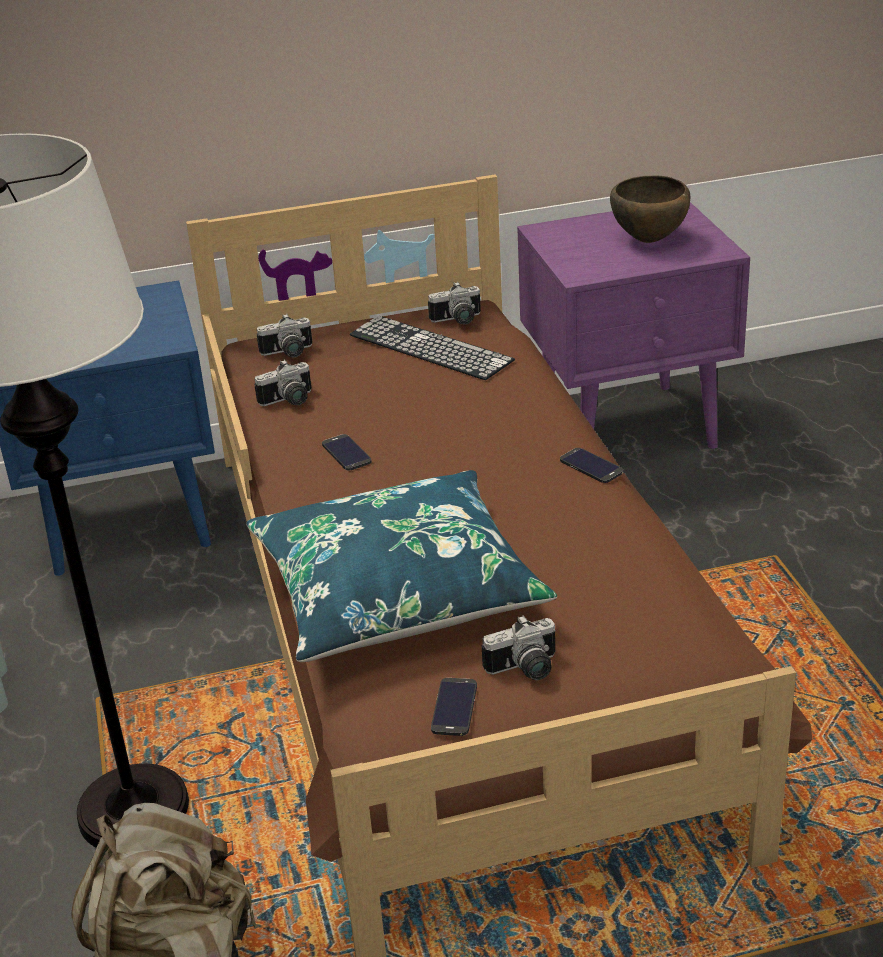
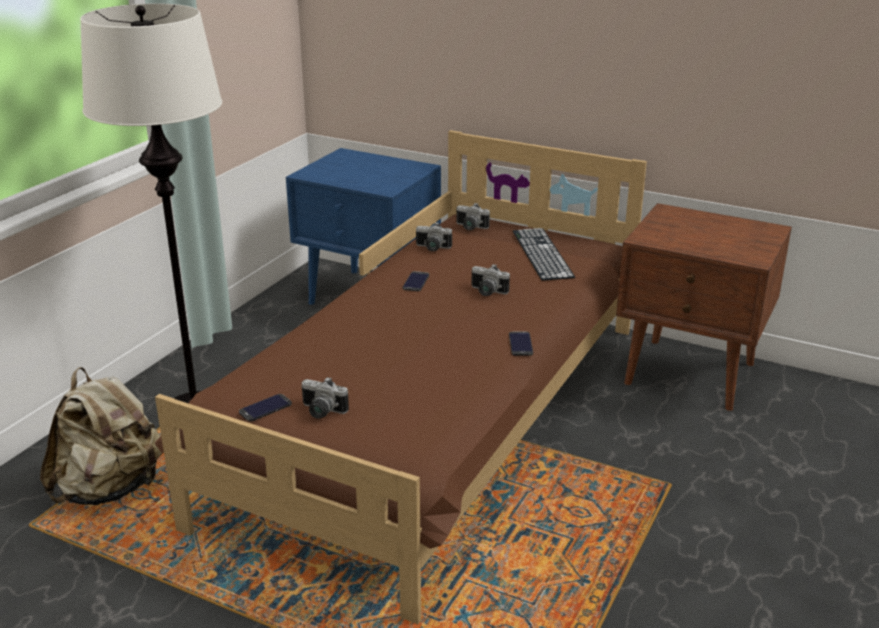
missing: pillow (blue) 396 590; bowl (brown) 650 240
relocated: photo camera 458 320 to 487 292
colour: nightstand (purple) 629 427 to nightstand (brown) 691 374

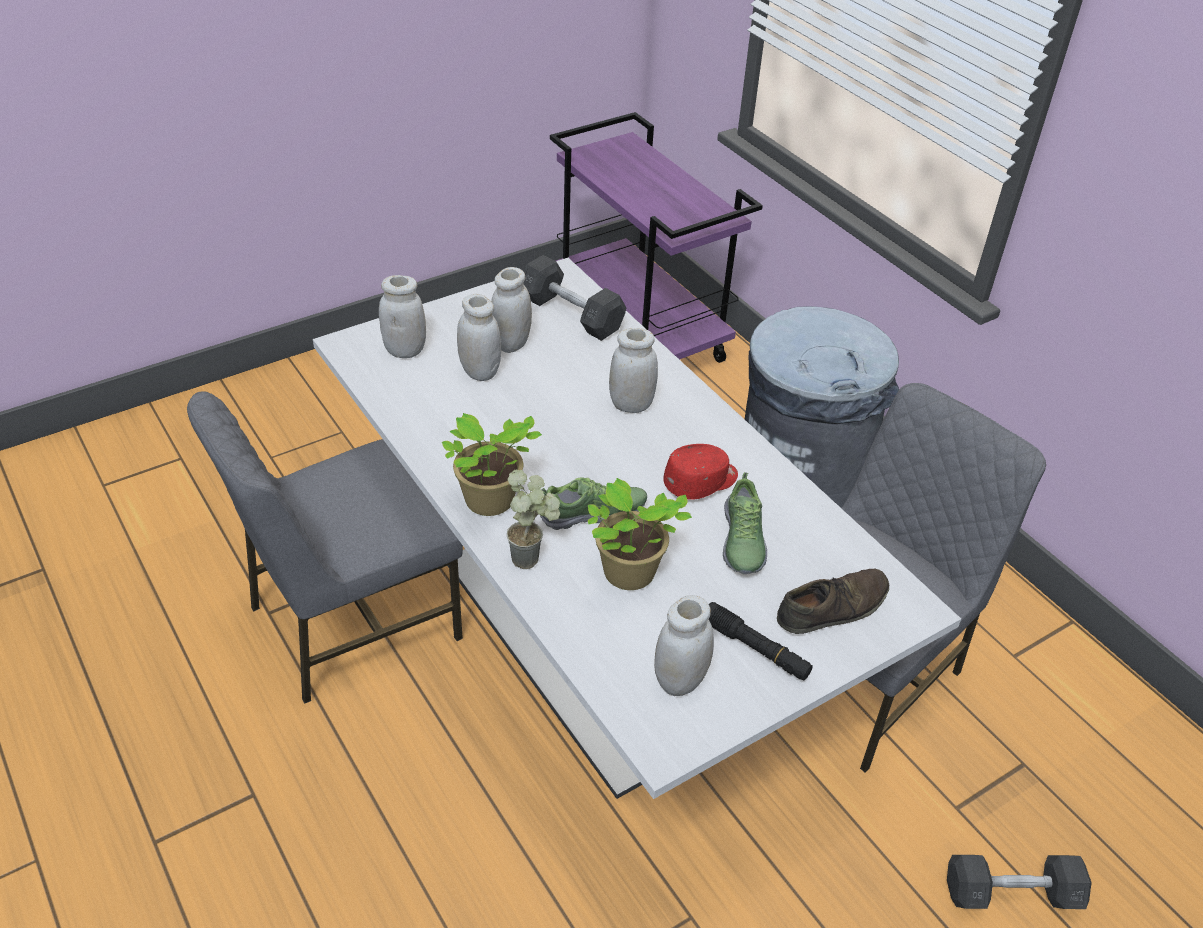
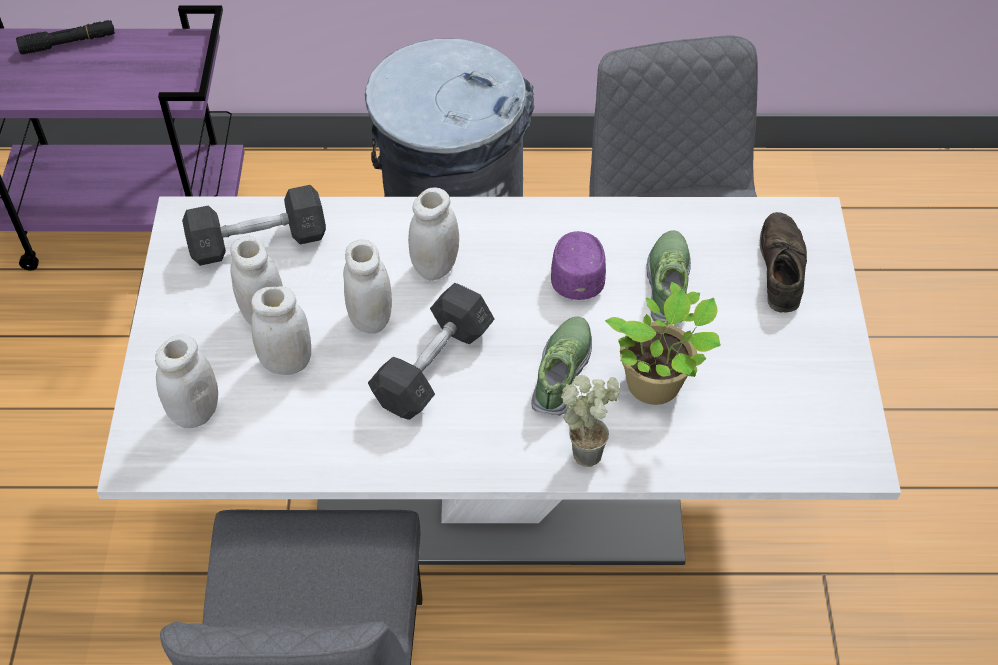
missing: potted plant 489 503
relocated: jar (white) 680 680 to 370 318; flashlight (black) 755 649 to 68 43; dumbbell (grey) 1011 893 to 433 366
colour: cap (red) 701 482 to cap (purple) 577 272
spun: shoe 741 541 = 669 284 120 degrees counterclockwise

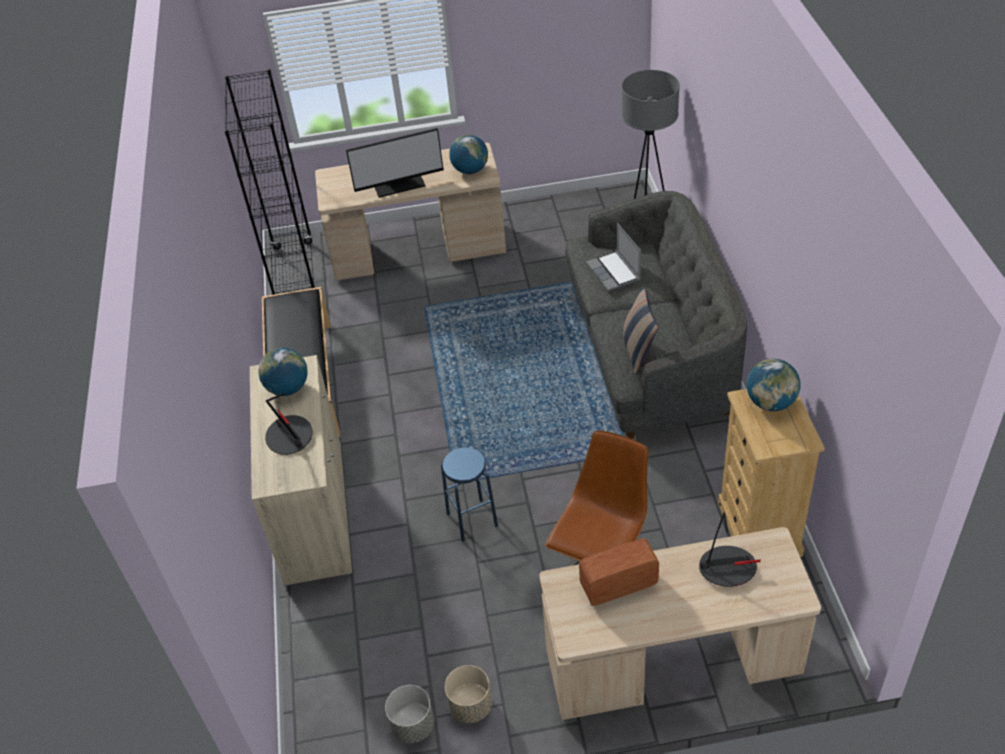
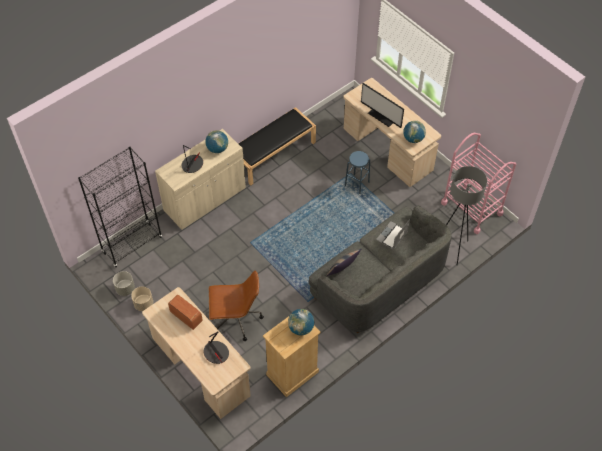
appeared: cart (pink) 471 208
relocated: bookcase (black) 294 274 to 132 245; stool (blue) 472 520 to 356 184

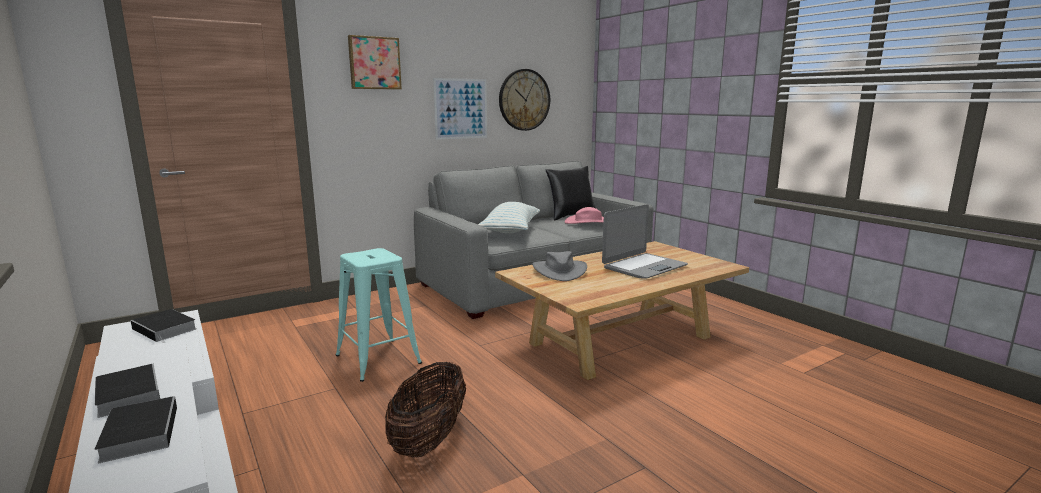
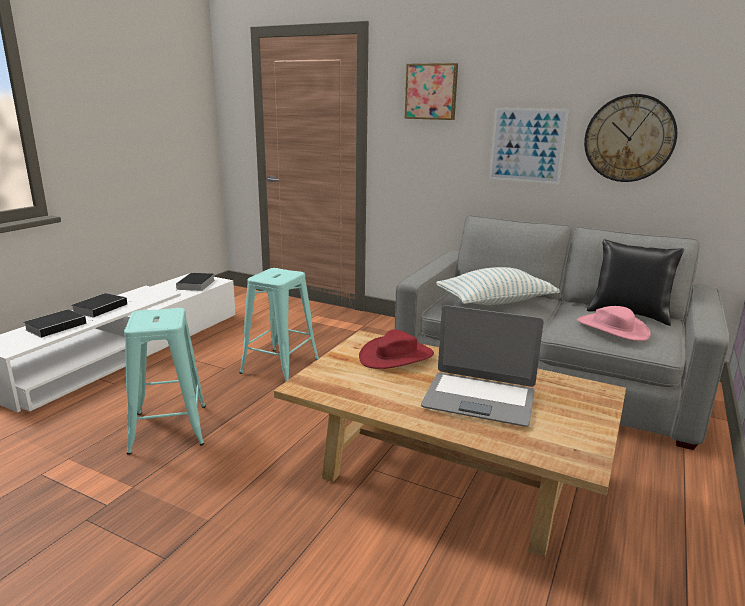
exchanged: basket 429 439 to stool (turquoise) 169 428
colour: hat (grey) 559 271 to hat (red) 396 356

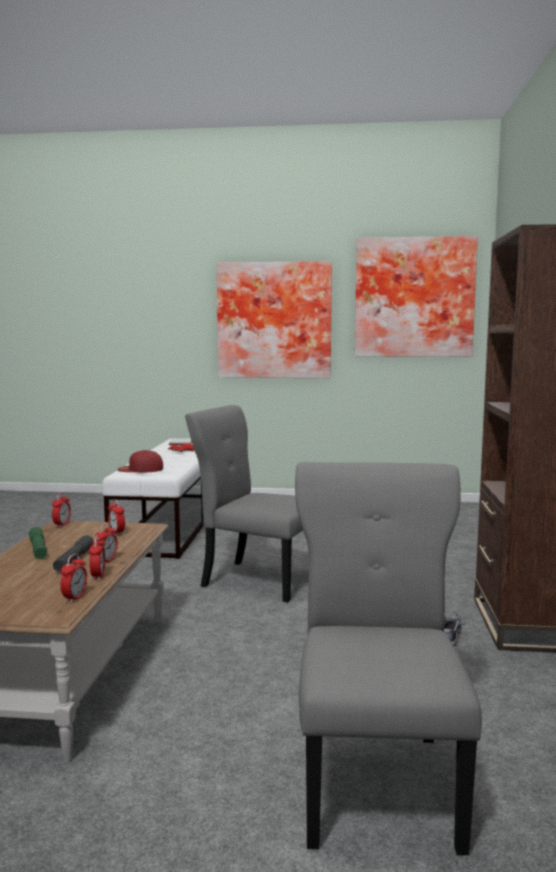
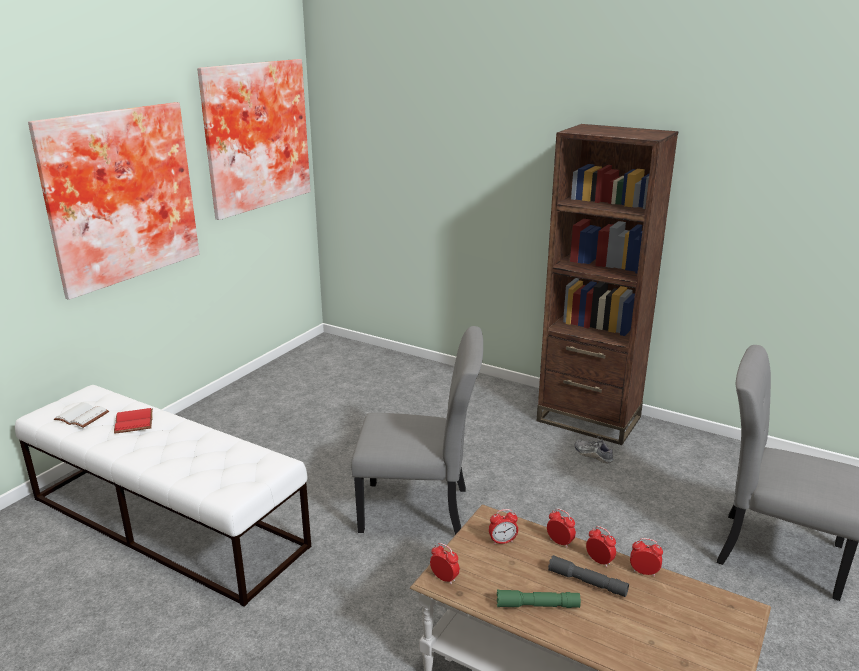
missing: cap (red) 140 469
relocated: alarm clock 75 598 to 559 542
spun: chair (grey) 256 580 = 419 510 135 degrees counterclockwise

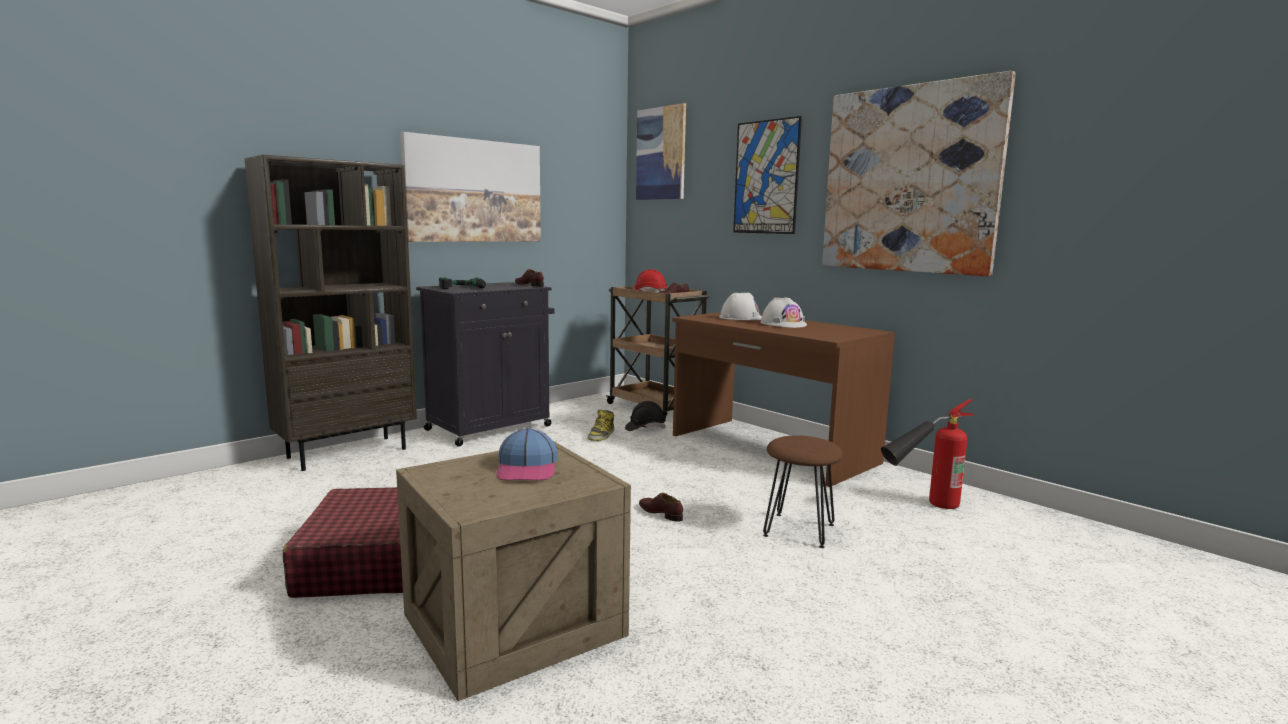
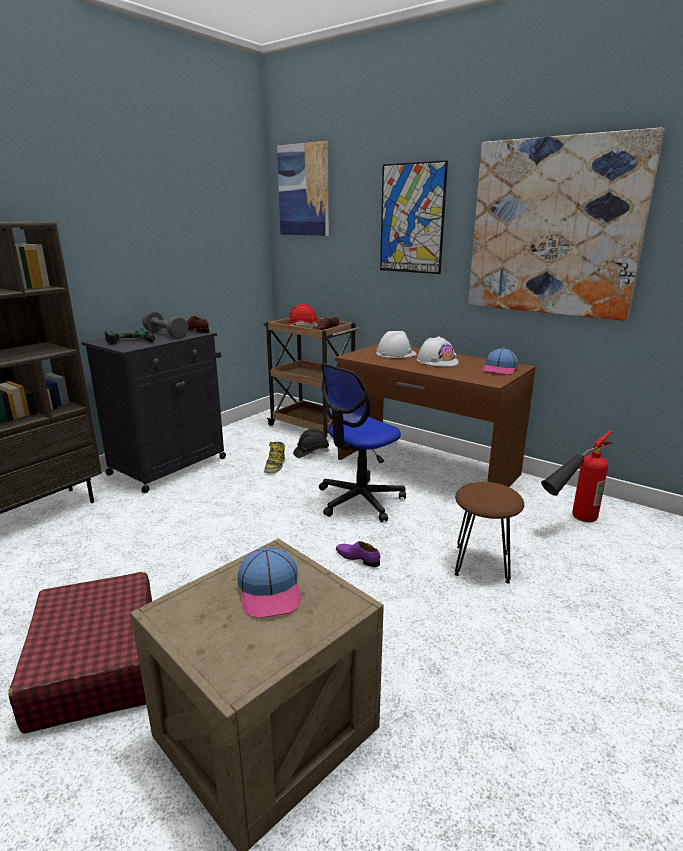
missing: picture 474 191
appeared: dumbbell (grey) 166 334; office chair 359 500; cap 499 369
colour: shoe (brown) 660 513 to shoe (purple) 357 558

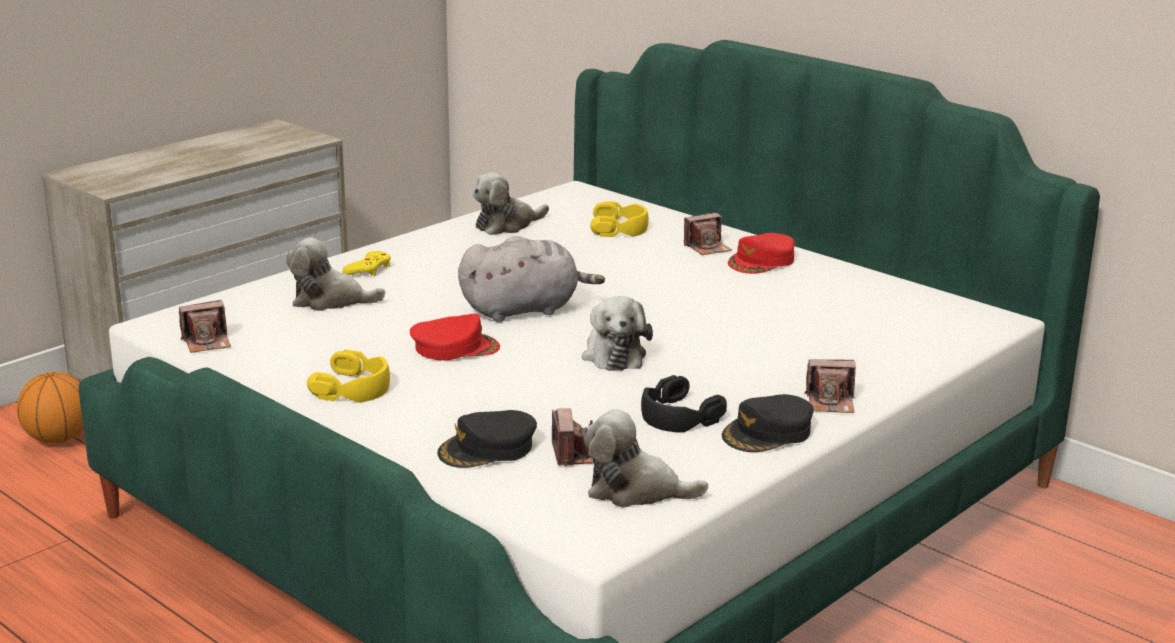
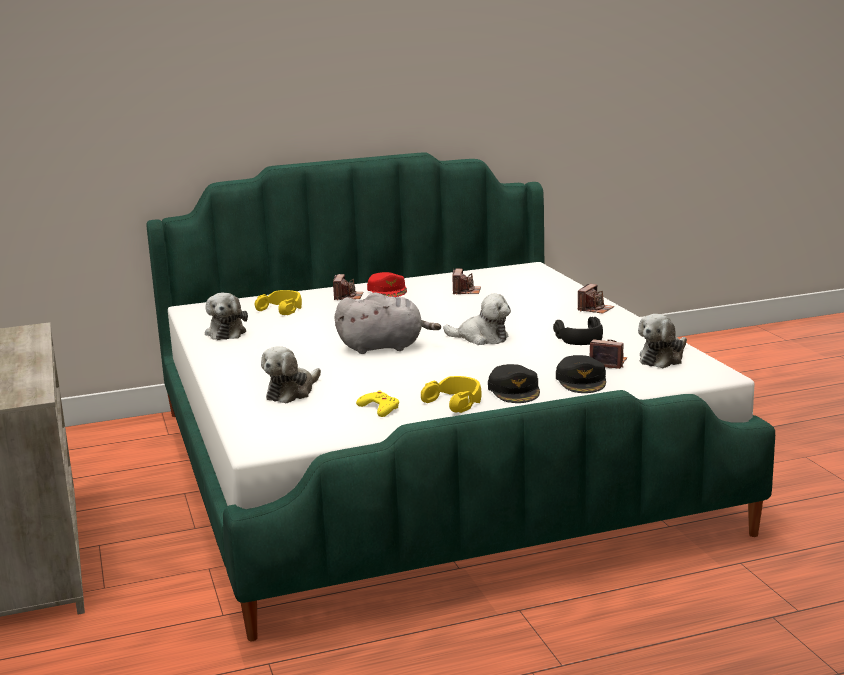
missing: basketball 58 439; cap (red) 455 347
relocated: photo camera 207 342 to 466 291; game controller (yellow) 369 269 to 379 408; cap (black) 768 433 to 514 390
spun: plush toy (grey) 524 310 = 384 347 75 degrees clockwise

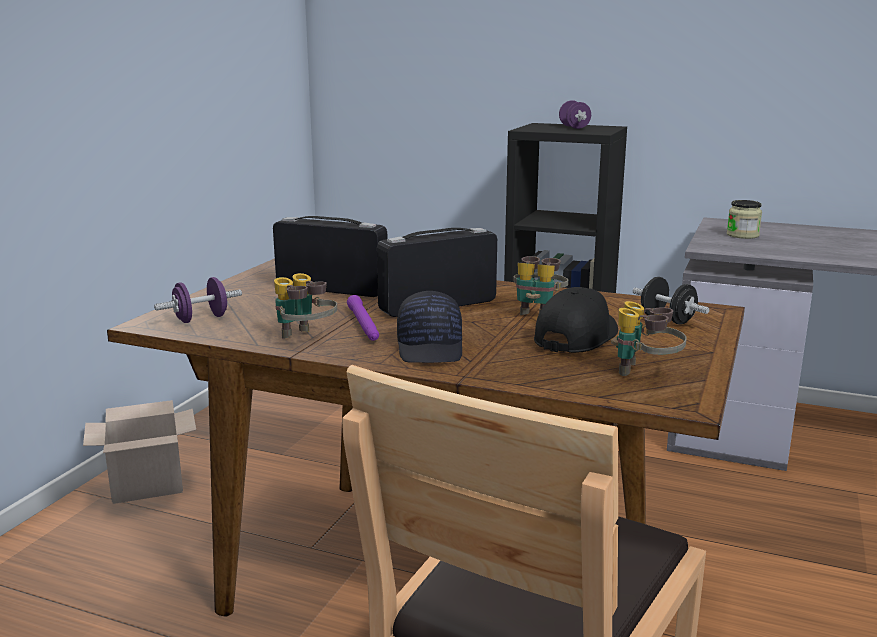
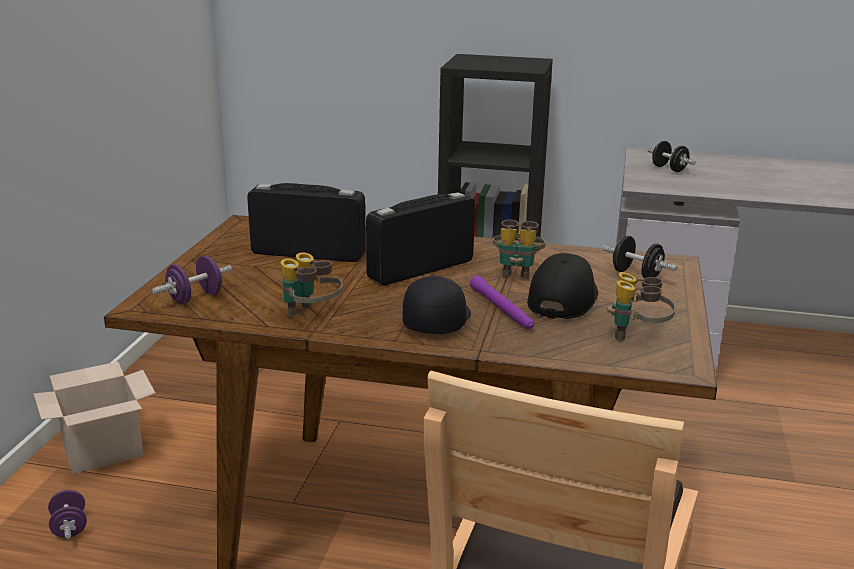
relocated: flashlight (purple) 363 325 to 502 309; dumbbell (purple) 574 127 to 69 527
exchanged: jar 742 235 to dumbbell (black) 669 169
spun: cap (black) 431 348 = 436 320 150 degrees counterclockwise

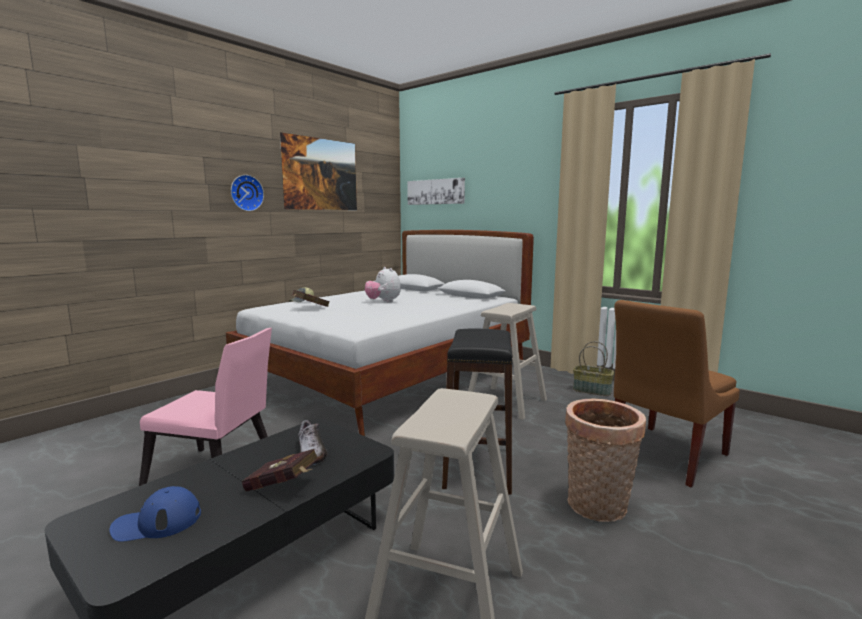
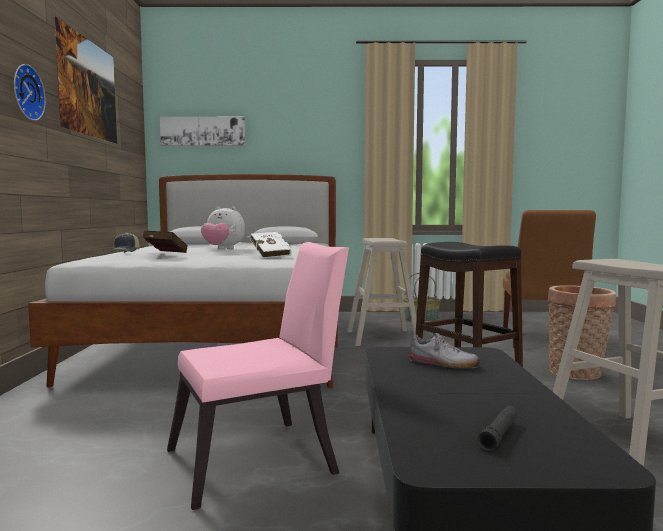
missing: book (red) 284 487
appeared: book (white) 270 256
exchanged: cap (blue) 157 522 to flashlight (black) 499 434

